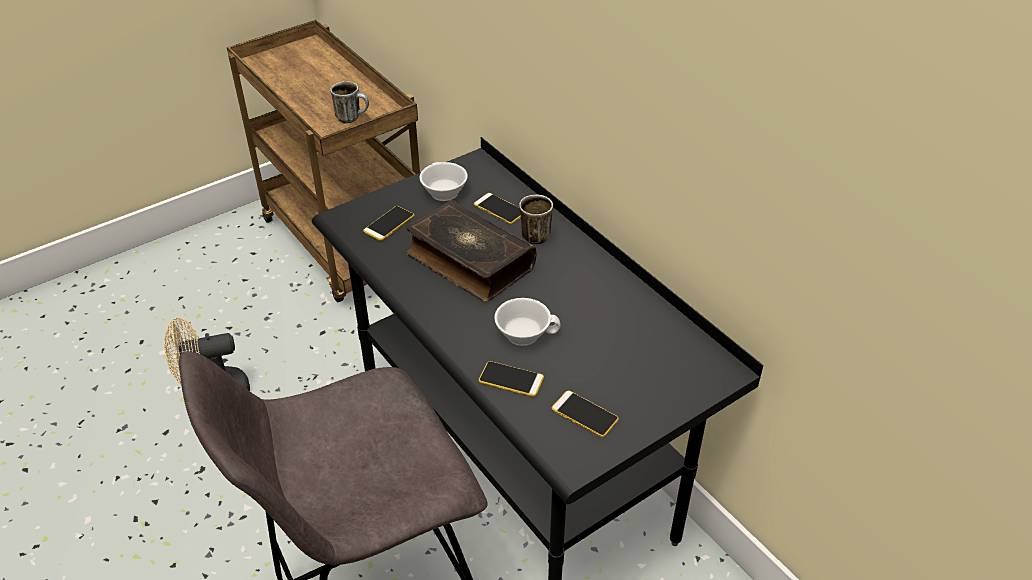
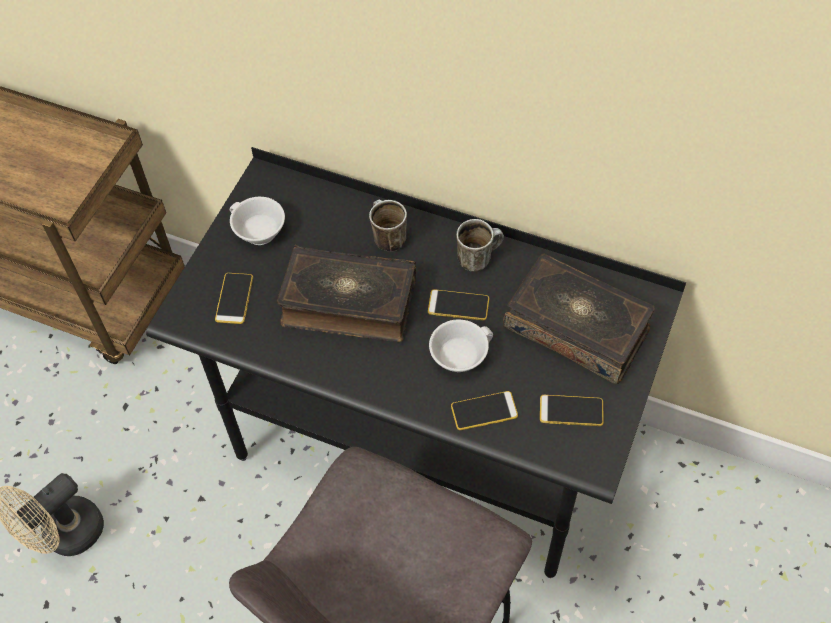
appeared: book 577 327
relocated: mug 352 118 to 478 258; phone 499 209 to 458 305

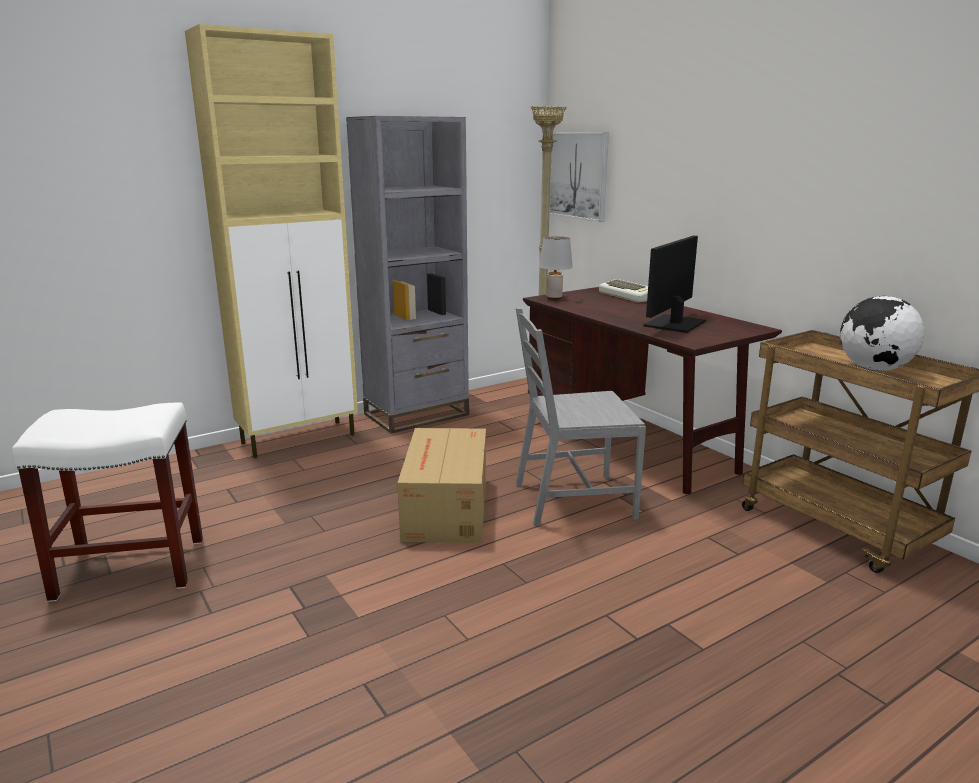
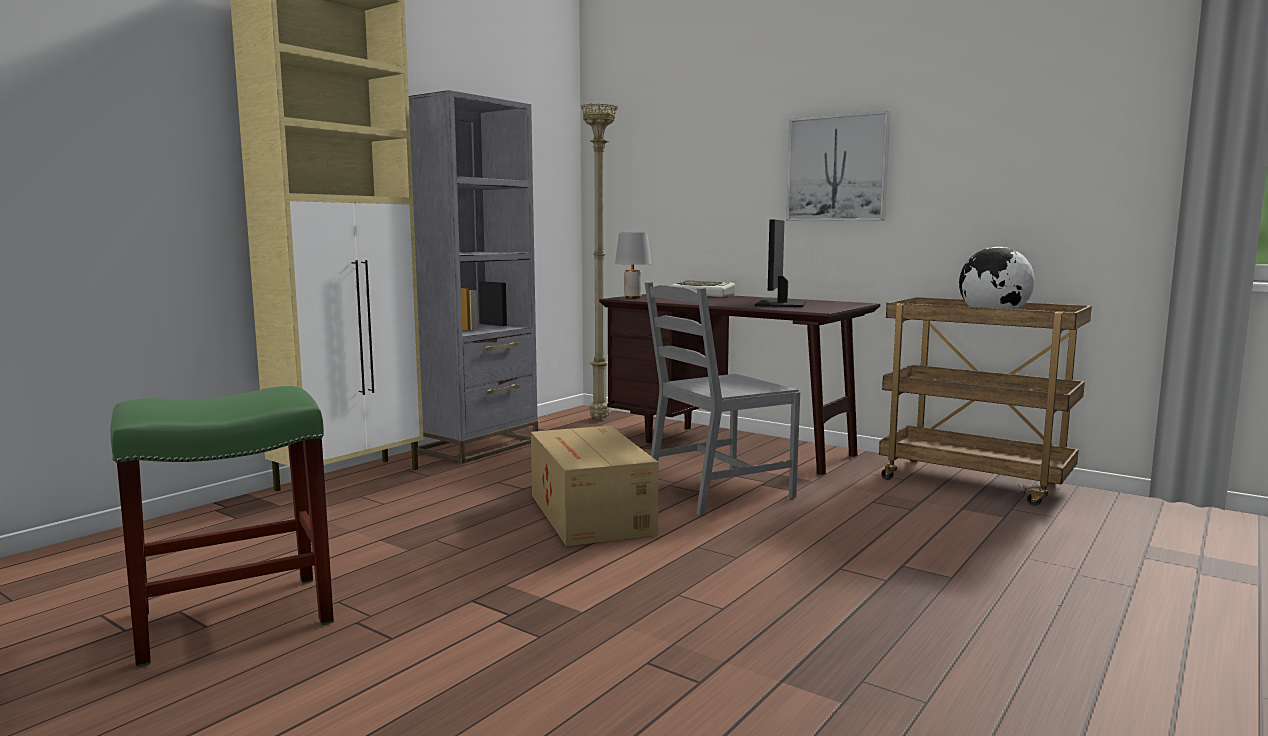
relocated: picture 578 175 to 837 168
colour: stool (white) 129 569 to stool (green) 231 618

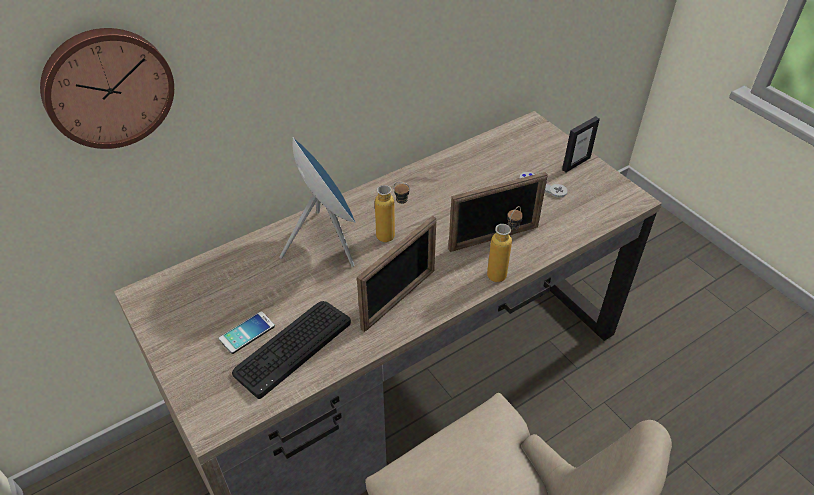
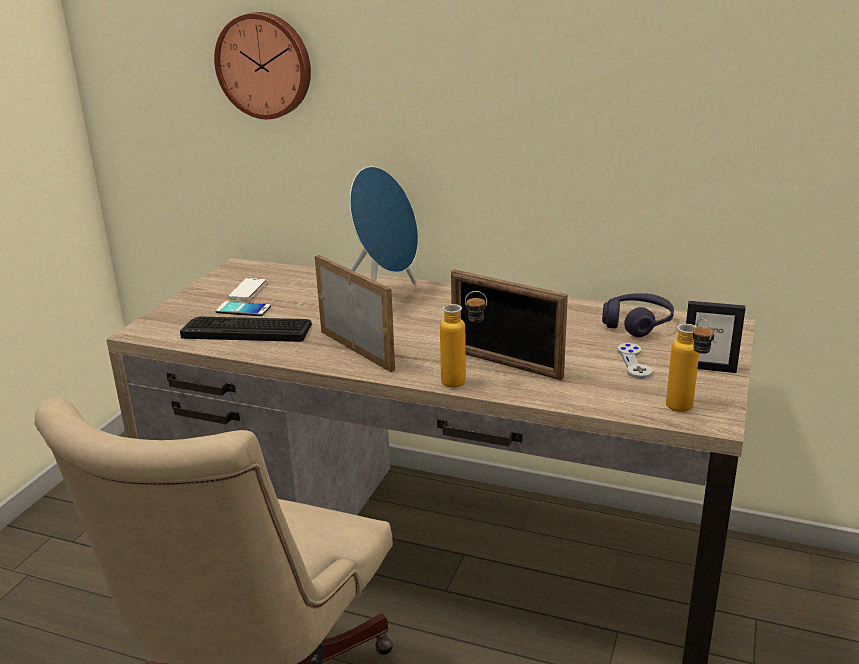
appeared: phone 247 290; headphones (purple) 637 324
relocated: bottle 393 238 to 685 411
spun: picture frame 399 299 = 357 350 135 degrees counterclockwise

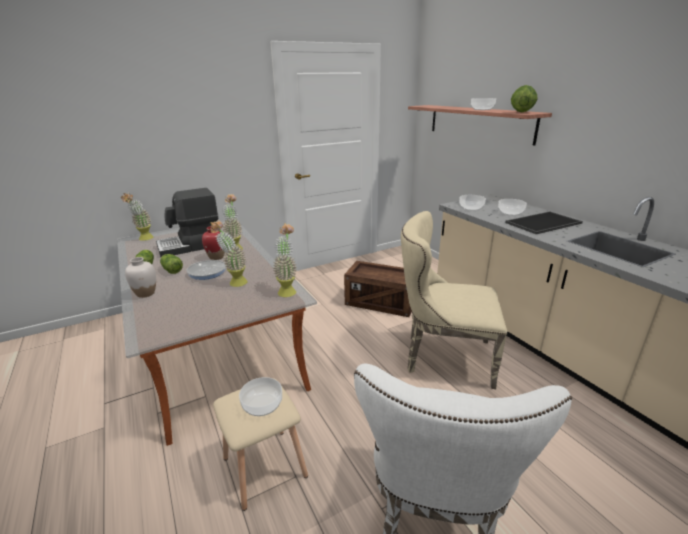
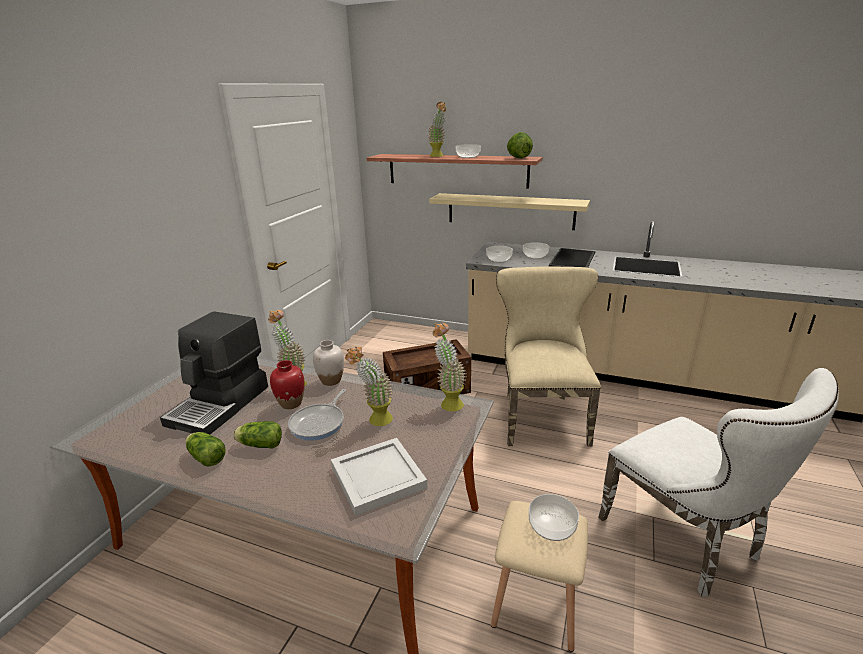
appeared: tray (white) 379 478; shelf (beige) 510 211
relocated: potted plant 144 239 to 438 156; vase (white) 145 293 to 331 381
spun: chair (beige) 442 357 = 541 415 120 degrees clockwise

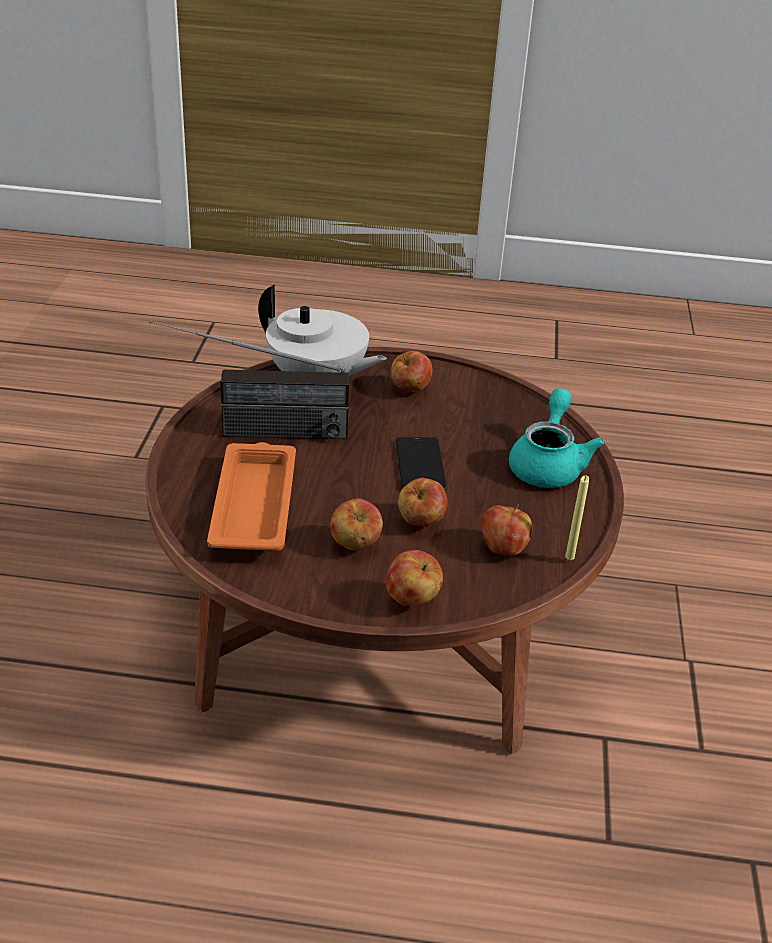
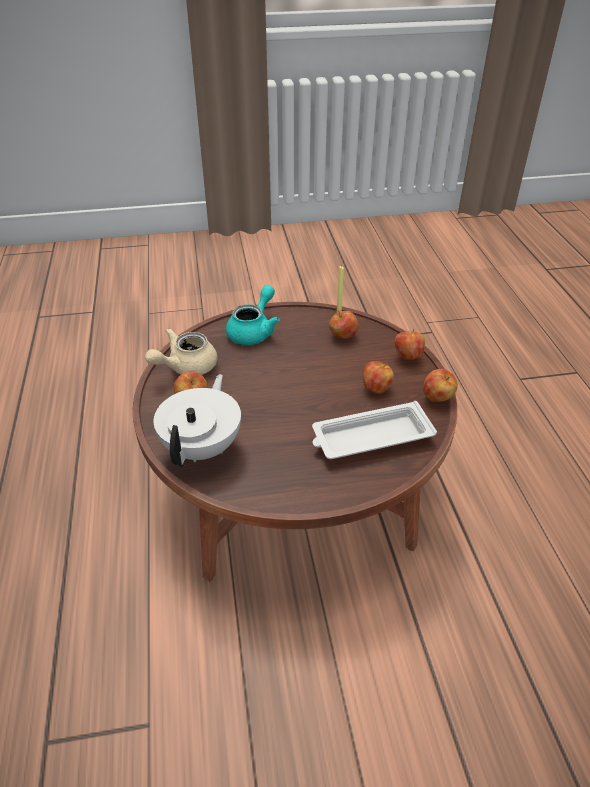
missing: radio 251 430; phone 420 465
appeared: teapot (beige) 186 366
relocated: apple 421 523 to 437 397
colour: tray (orange) 254 503 to tray (white) 370 437
spun: teapot (turquoise) 548 464 = 254 331 120 degrees clockwise

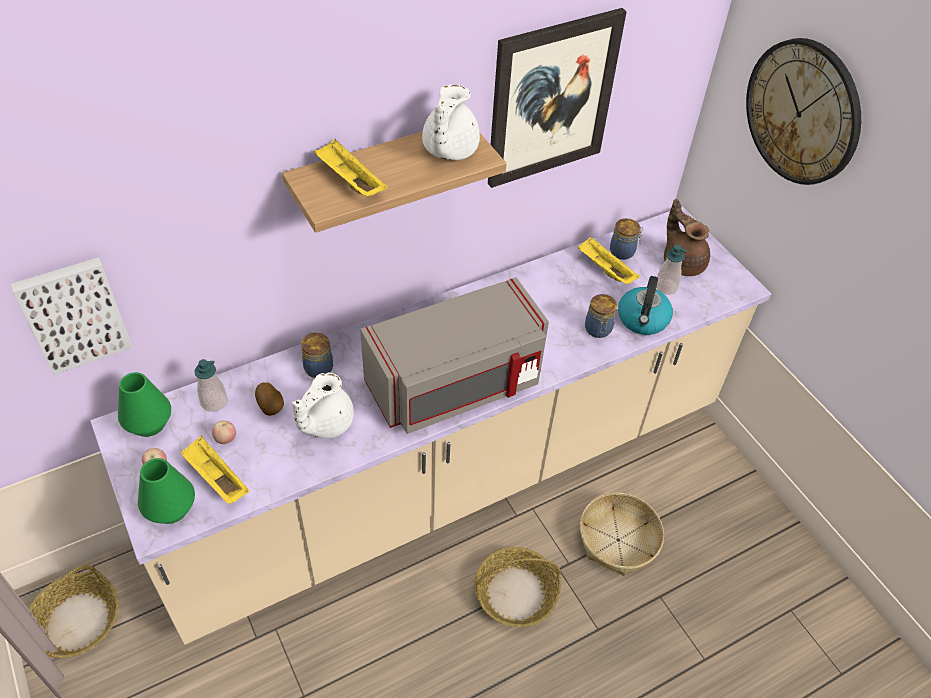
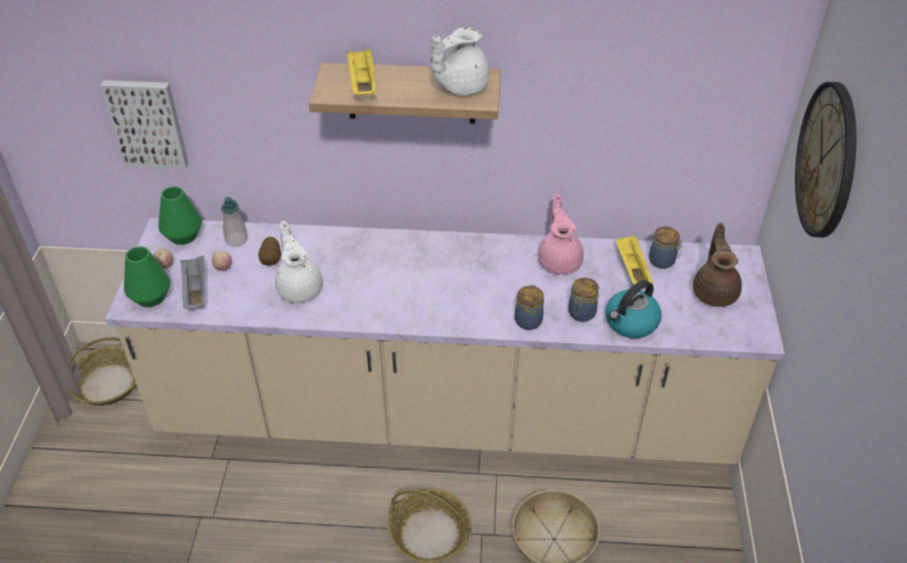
missing: microwave (grey) 456 385; picture 551 99; soap dispenser 666 287
appeared: teapot (pink) 559 260
relocated: jar 318 367 to 528 320
colour: tray (yellow) 216 478 to tray (grey) 195 291
spun: teapot (white) 325 422 = 300 287 90 degrees clockwise

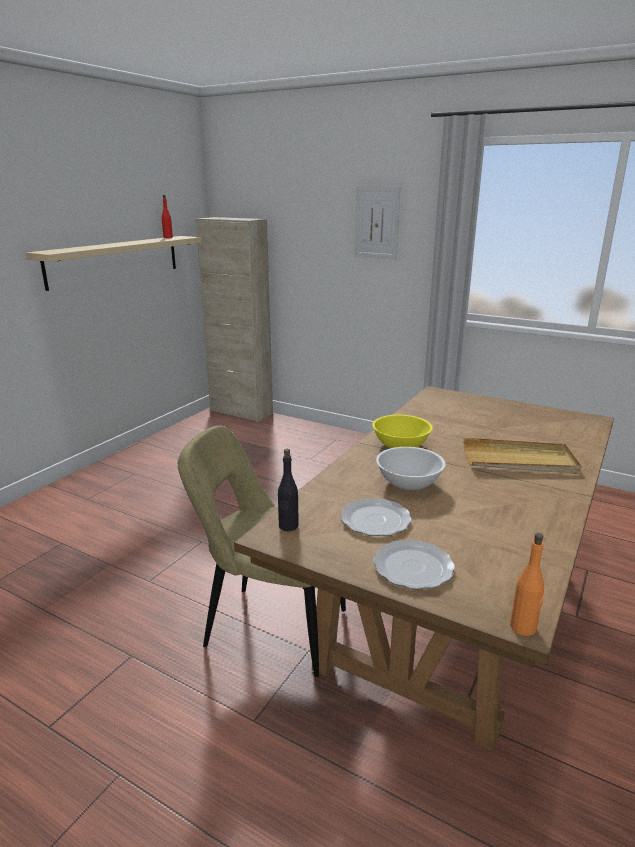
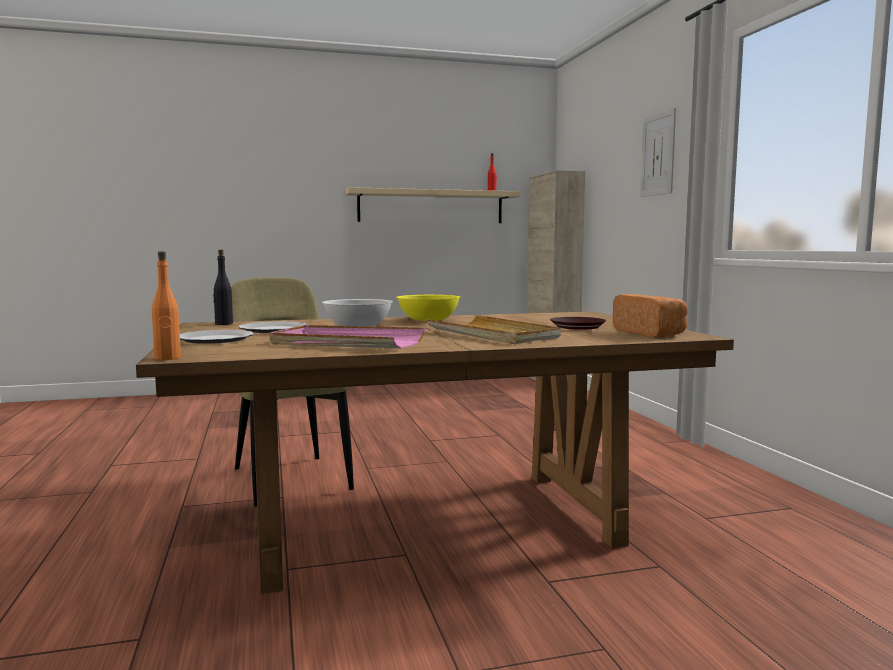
appeared: tray (pink) 347 342; plate (brown) 577 327; bread 650 333

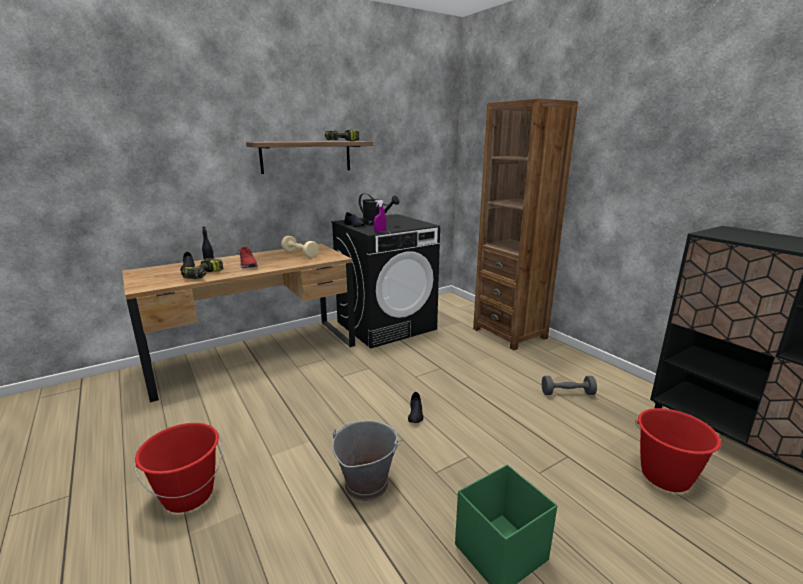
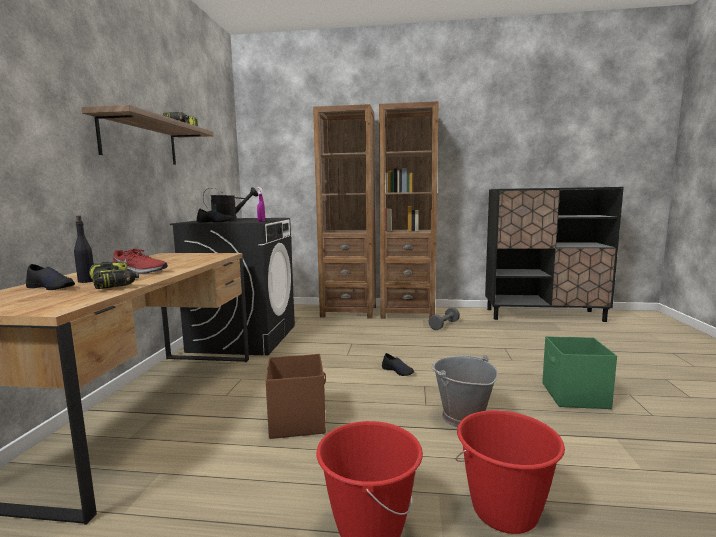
missing: dumbbell (beige) 300 254
appeared: storage box (brown) 297 420; bookcase (brown) 407 313
relocated: bucket (red) 665 477 to 505 511

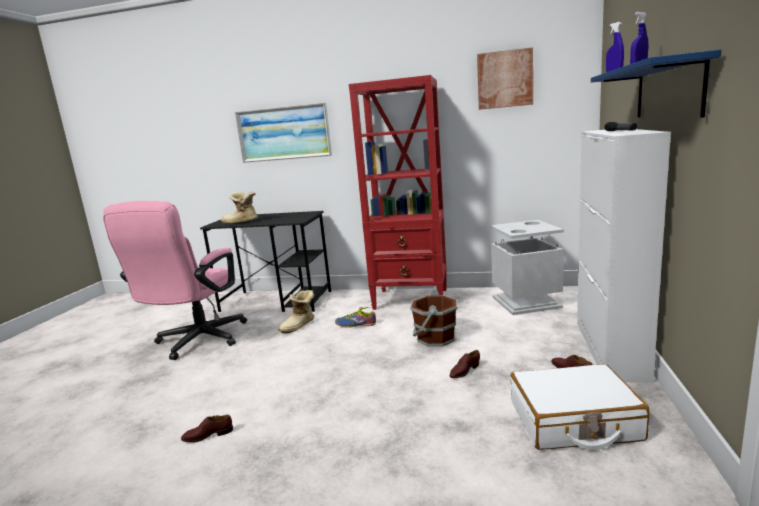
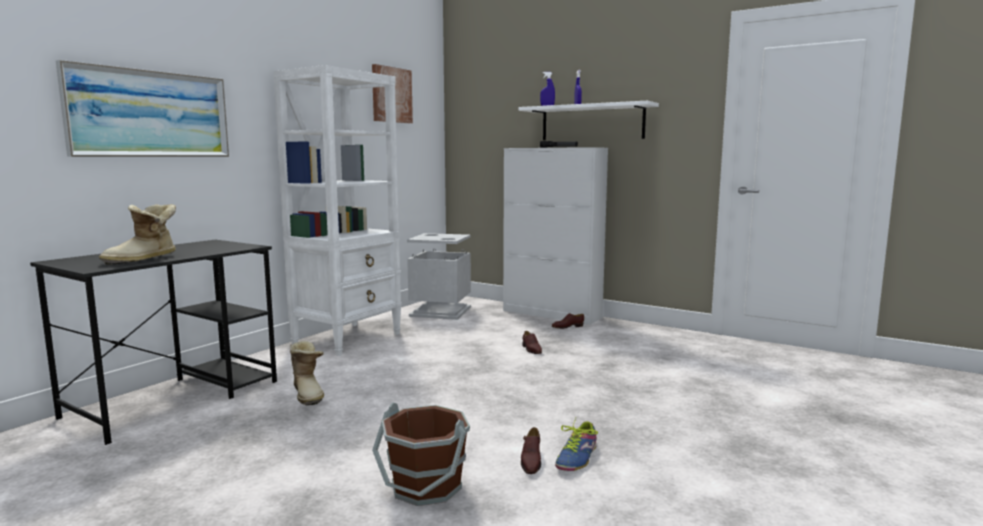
missing: office chair (pink) 196 342; suitcase (white) 574 421
relocated: shoe 356 324 to 577 457; bucket (brown) 435 338 to 426 487
colour: bookcase (red) 411 299 to bookcase (white) 348 338; shelf (blue) 668 90 to shelf (white) 592 122

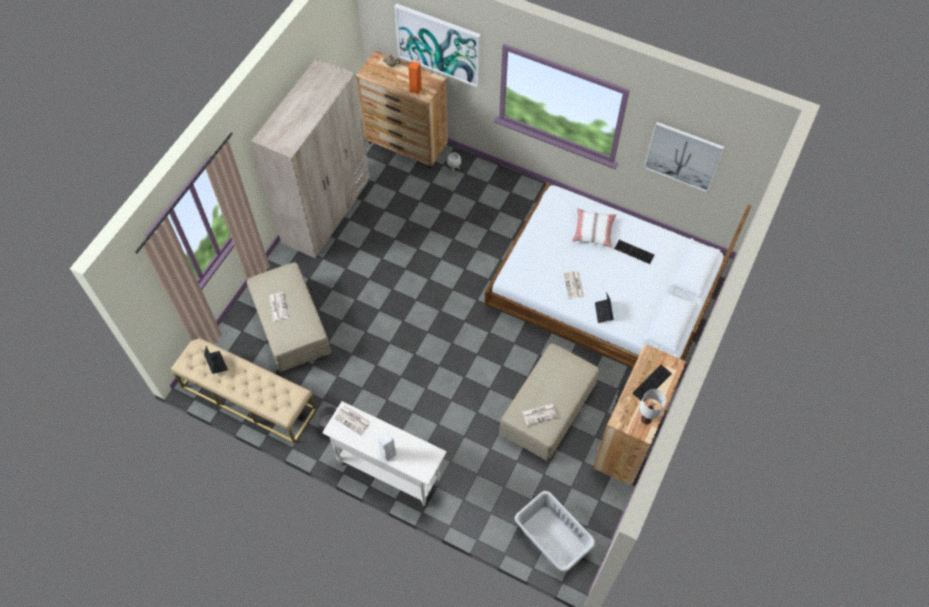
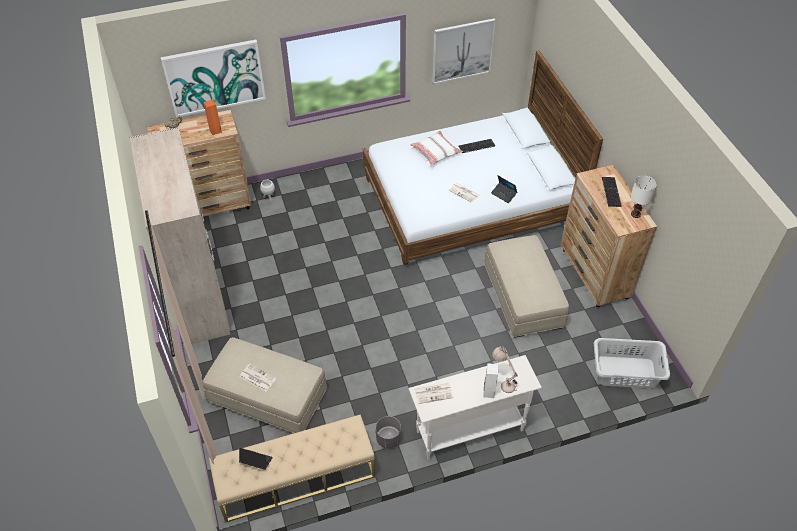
missing: newspaper 540 414
appeared: table lamp (beige) 503 381

